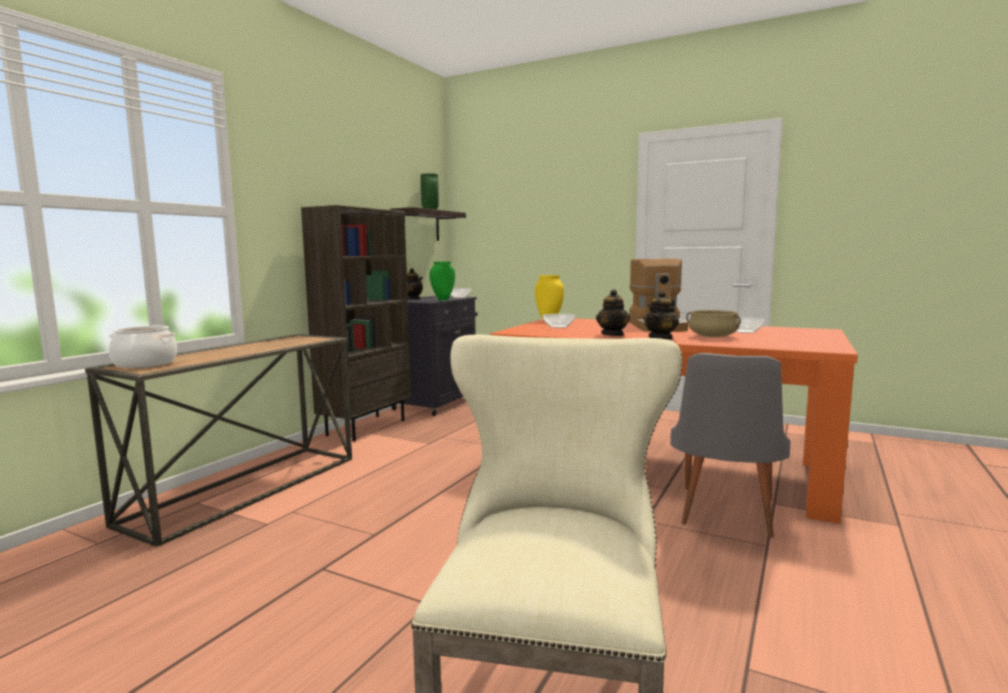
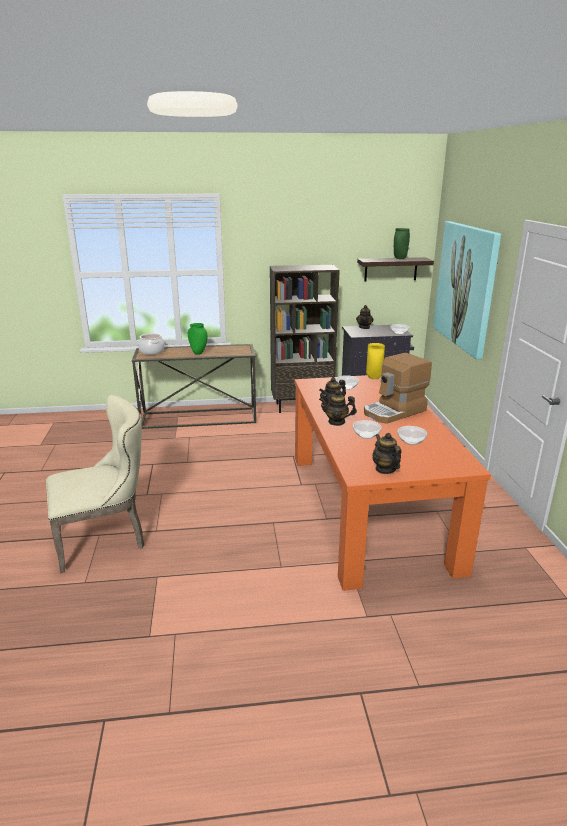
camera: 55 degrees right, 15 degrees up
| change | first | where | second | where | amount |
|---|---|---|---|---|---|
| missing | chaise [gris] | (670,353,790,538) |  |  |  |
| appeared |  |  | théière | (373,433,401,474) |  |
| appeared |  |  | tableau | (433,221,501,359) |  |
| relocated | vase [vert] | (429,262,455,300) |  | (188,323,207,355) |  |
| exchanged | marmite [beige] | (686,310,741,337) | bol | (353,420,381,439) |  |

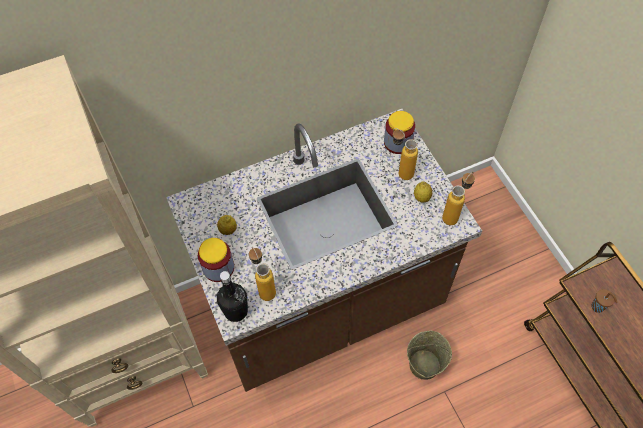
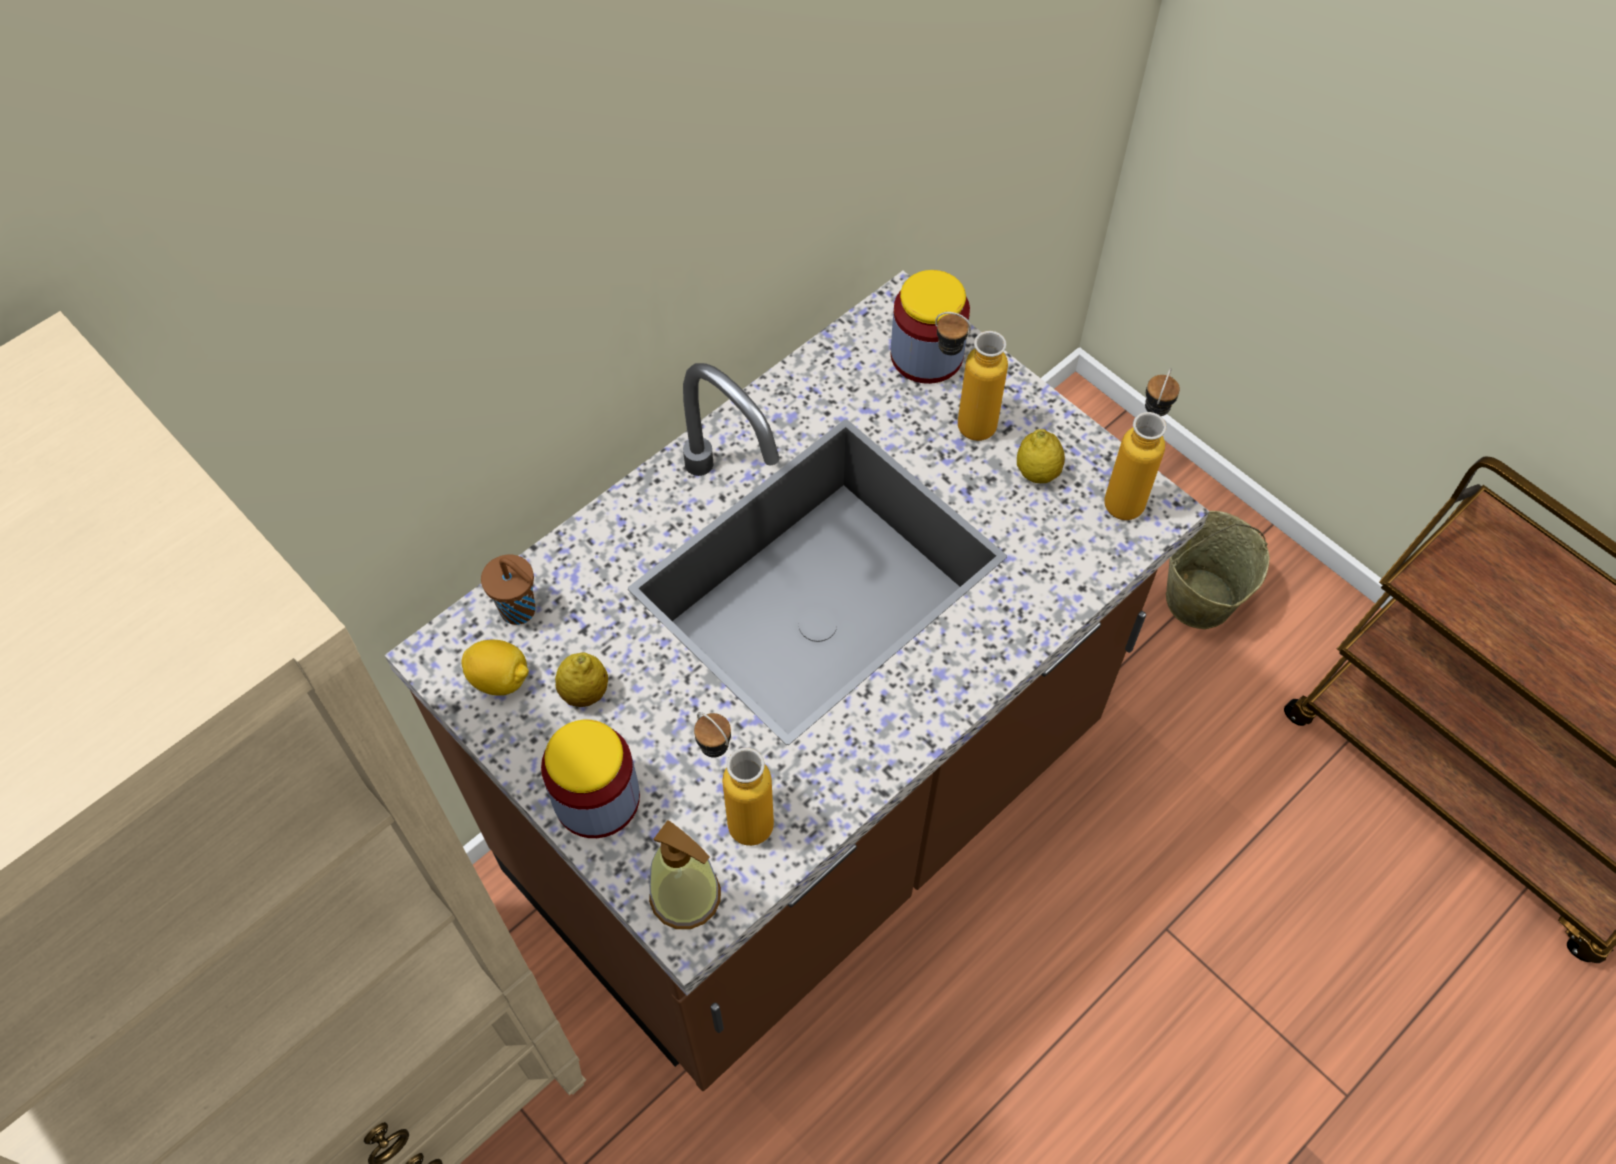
camera: 20 degrees left, 0 degrees up
| change | first | where | second | where | amount |
|---|---|---|---|---|---|
| appeared |  |  | citron | (461,640,529,695) |  |
| relocated | seau [beige] | (407,331,452,380) |  | (1166,511,1270,629) |  |
| relocated | tasse [marron] | (591,289,618,313) |  | (481,555,535,625) |  |
| exchanged | bouteille [noir] | (217,271,248,322) | distributeur de savon | (649,820,721,929) |  |

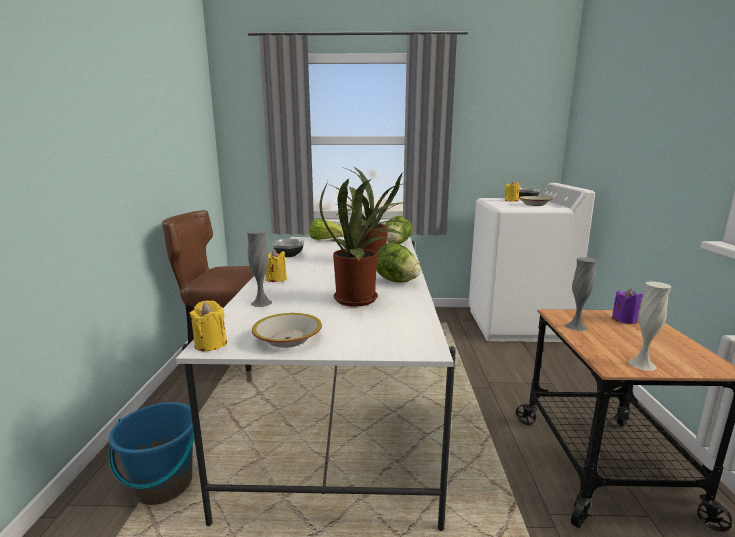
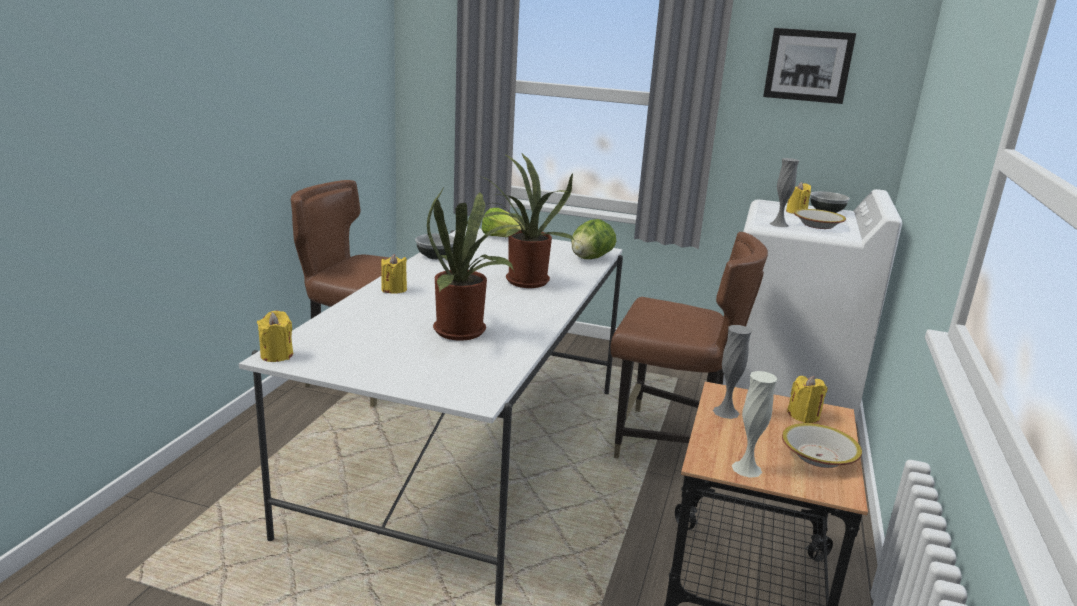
camera: 15 degrees right, 5 degrees up
| change | first | where | second | where | amount |
|---|---|---|---|---|---|
| missing | seau [bleu] | (109,402,194,505) |  |  |  |
| missing | laitue | (376,243,421,283) |  |  |  |
| appeared |  |  | chaise [marron] | (611,232,768,459) |  |
| appeared |  |  | tableau | (763,28,856,104) |  |
| relocated | vase [gris] | (247,230,272,307) |  | (770,158,799,227) |  |
| relocated | bol | (252,313,322,348) |  | (782,423,862,468) |  |
| colour | bougie [violet] | (612,288,643,324) | bougie [jaune] | (787,376,828,423) |  |

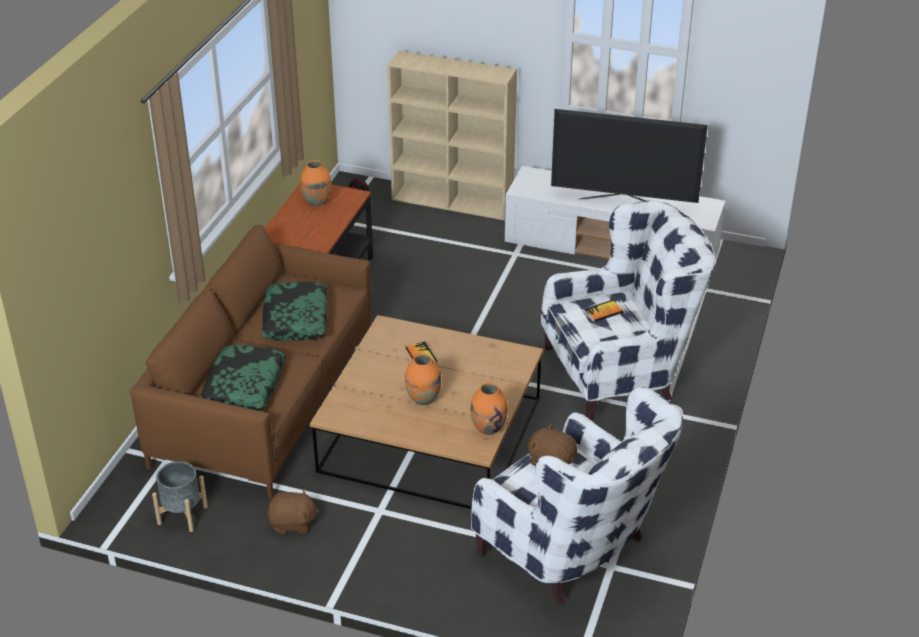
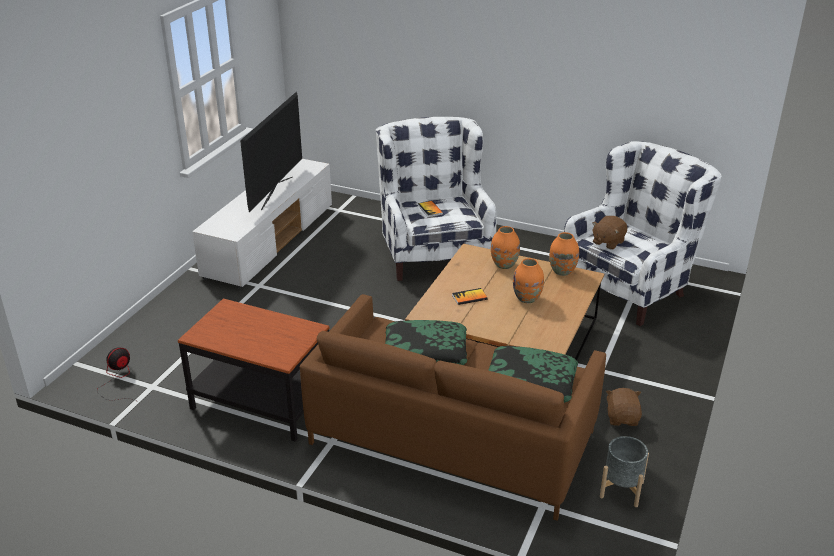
camera: 85 degrees left, 5 degrees down
| change | first | where | second | where | amount |
|---|---|---|---|---|---|
| missing | bibliothèque [beige] | (387,51,517,220) |  |  |  |
| relocated | vase [orange] | (300,160,332,206) |  | (491,226,520,269) |  |

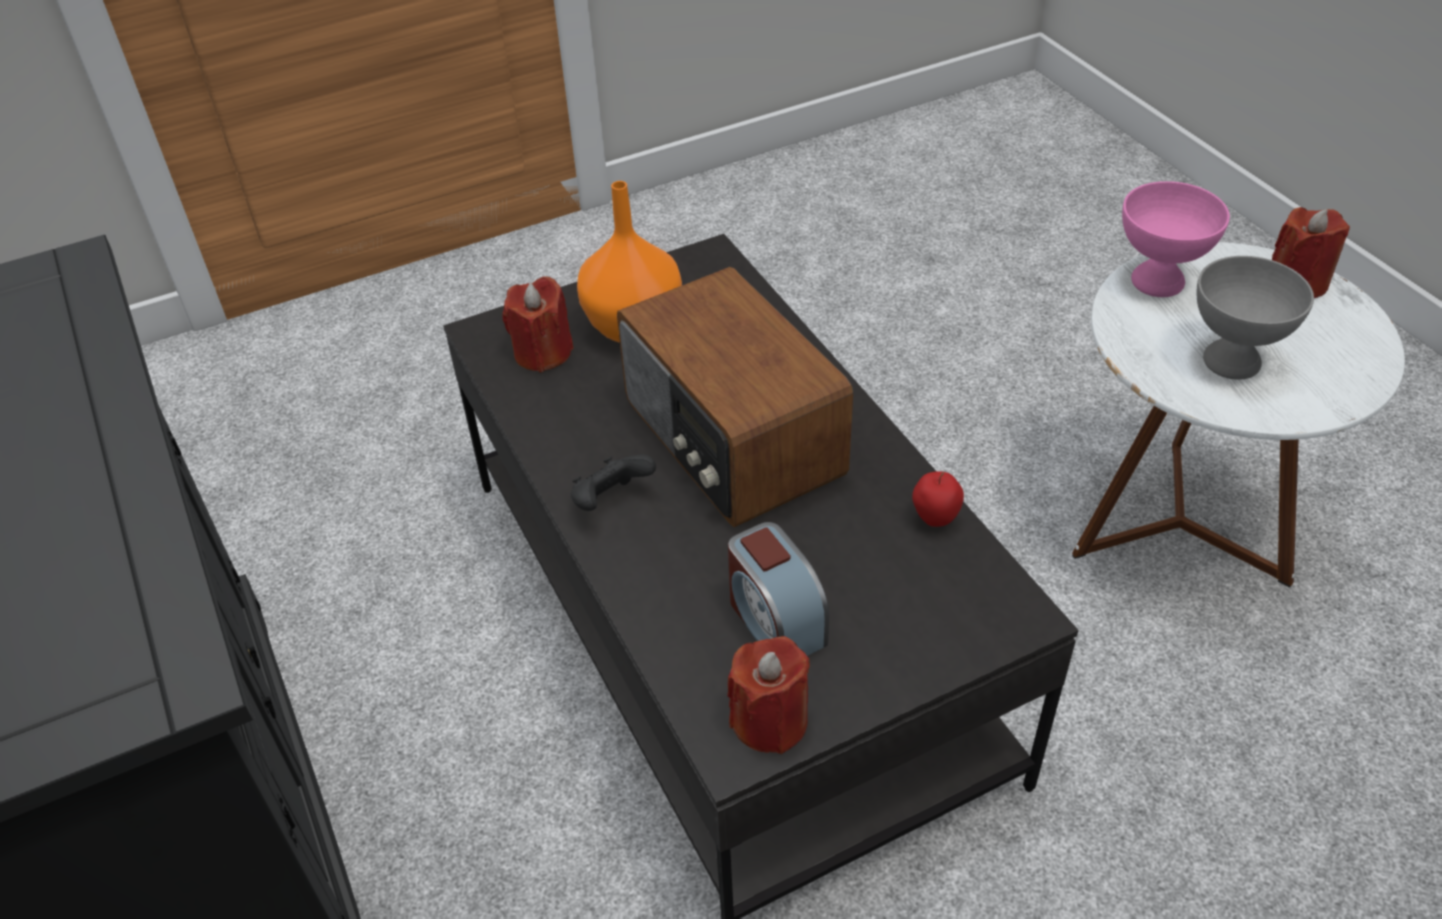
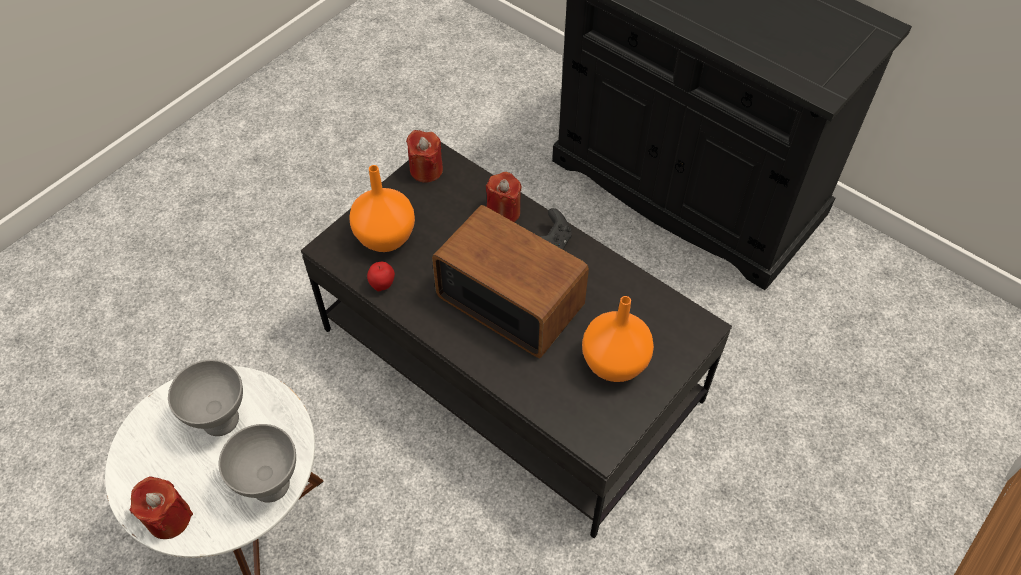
camera: 155 degrees right, 10 degrees up
| change | first | where | second | where | amount |
|---|---|---|---|---|---|
| missing | réveil | (728,522,829,656) |  |  |  |
| appeared |  |  | vase [orange] | (349,165,415,252) |  |
| relocated | bougie [rouge] | (502,276,574,373) |  | (486,172,521,222) |  |
| colour | bol [rose] | (1122,181,1230,297) | bol [gris] | (219,424,296,503) |  |

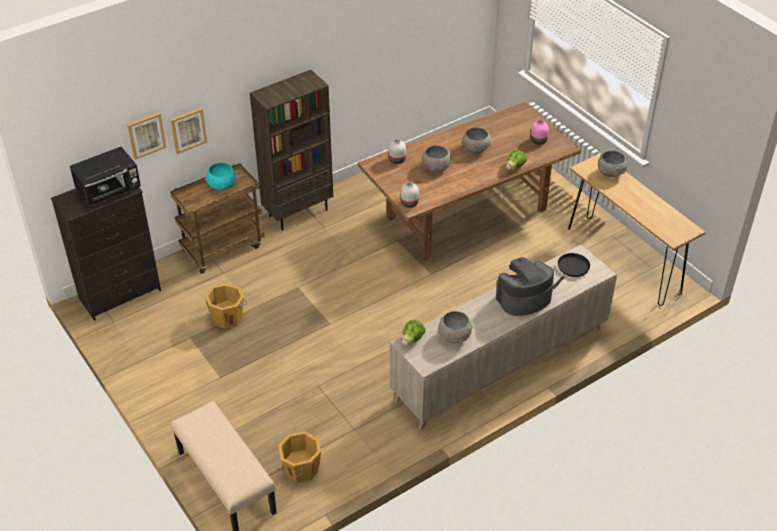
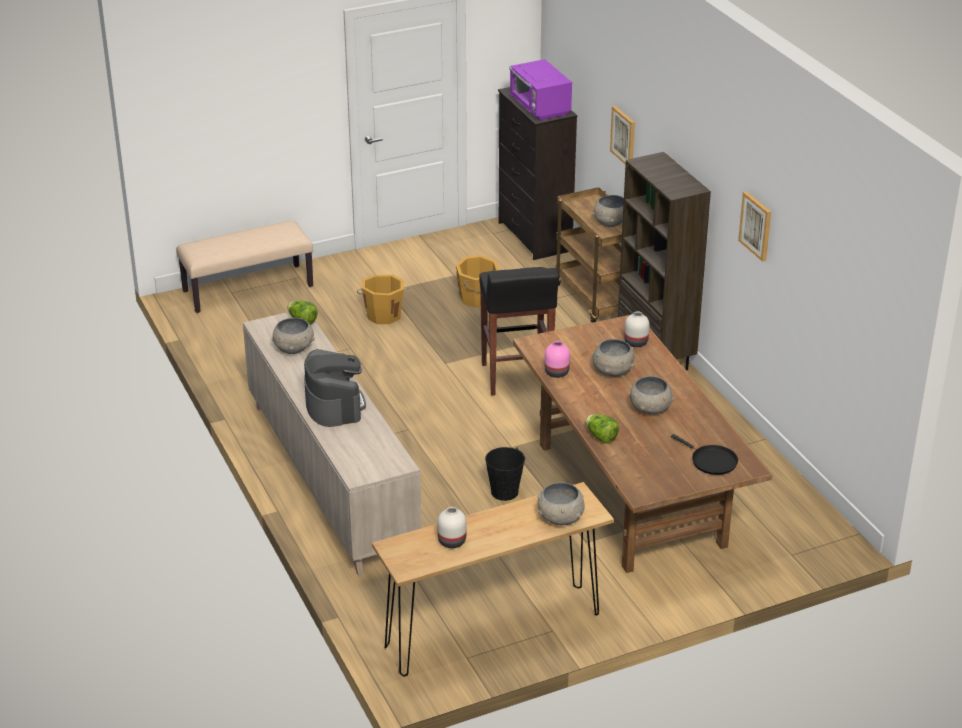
camera: 100 degrees right, 10 degrees down
| change | first | where | second | where | amount |
|---|---|---|---|---|---|
| appeared |  |  | tabouret [noir] | (479,267,559,396) |  |
| appeared |  |  | seau [noir] | (485,447,525,501) |  |
| relocated | tableau | (127,113,166,160) |  | (738,191,771,262) |  |
| relocated | seau [orange] | (278,431,321,483) |  | (357,275,409,324) |  |
| relocated | vase [blanc] | (401,182,419,208) |  | (437,507,466,548) |  |
| relocated | vase [rose] | (531,120,549,145) |  | (545,341,570,378) |  |
| relocated | poêle [noir] | (553,253,590,289) |  | (671,434,738,475) |  |
| colour | micro-ondes [noir] | (70,147,141,207) | micro-ondes [violet] | (509,59,572,121) |  |
| colour | bol [turquoise] | (205,163,237,190) | bol [gris] | (593,195,624,227) |  |

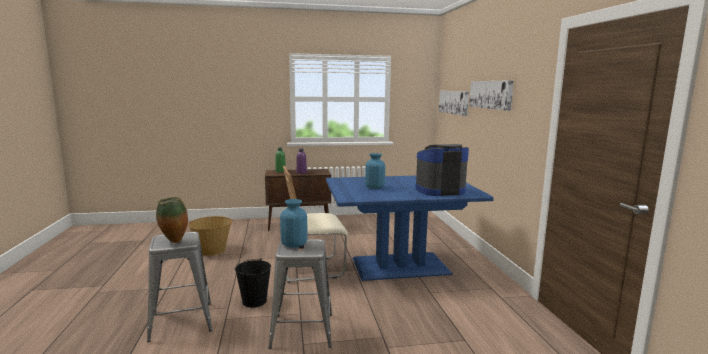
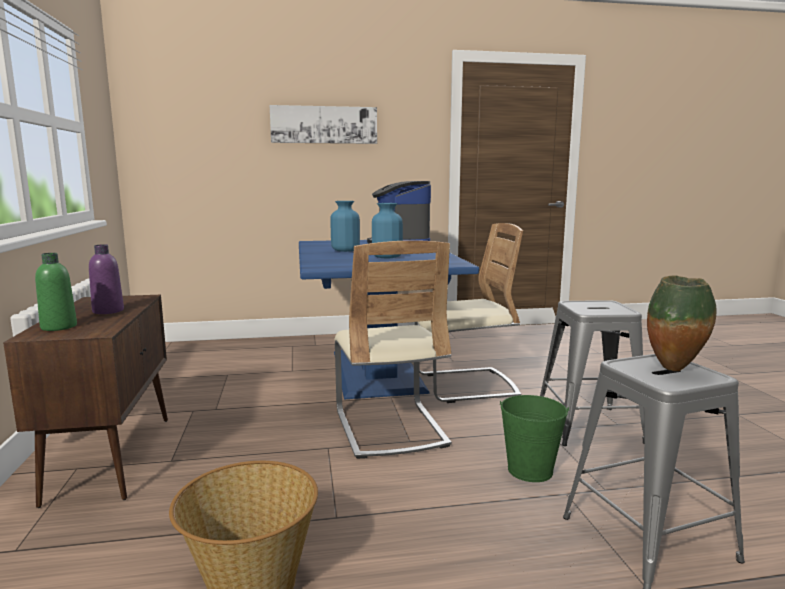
camera: 90 degrees left, 0 degrees up
| change | first | where | second | where | amount |
|---|---|---|---|---|---|
| missing | tableau | (439,91,469,116) |  |  |  |
| appeared |  |  | chaise [beige] | (415,223,523,403) |  |
| relocated | vase [bleu] | (280,199,307,248) |  | (330,201,360,252) |  |
| colour | seau [noir] | (235,259,271,307) | seau [vert] | (500,395,569,482) |  |

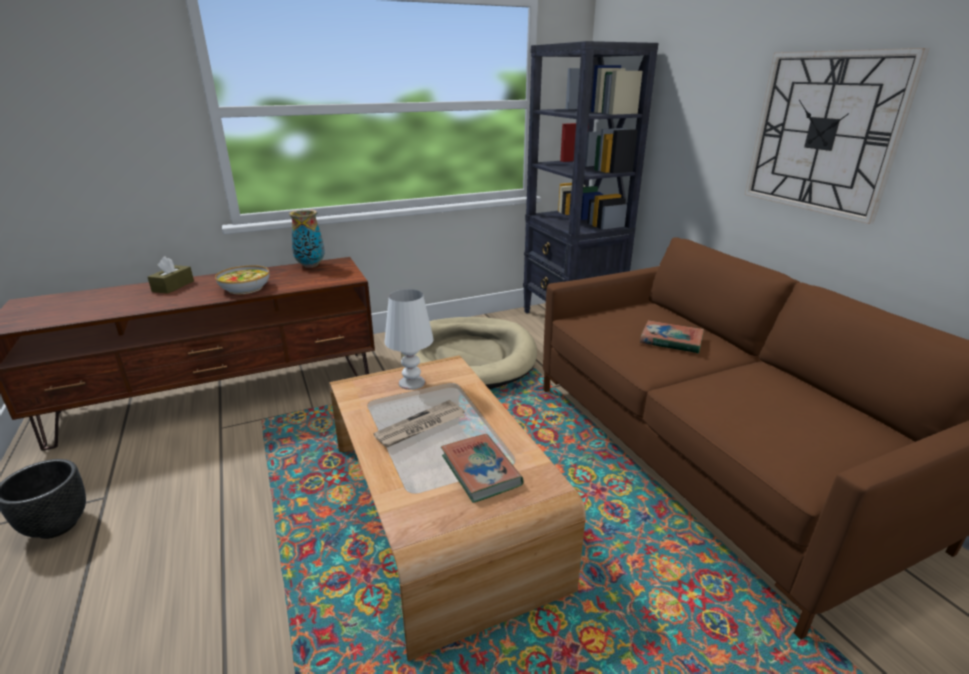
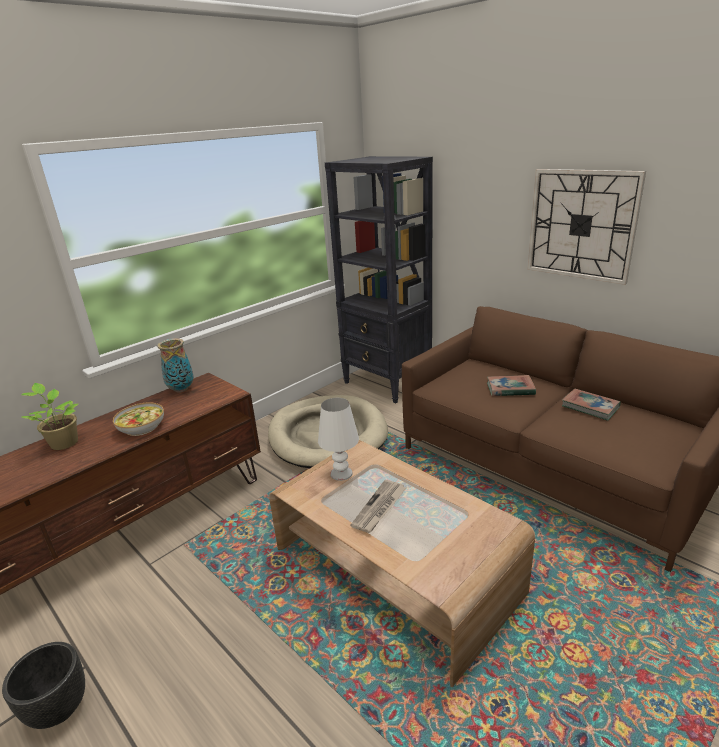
camera: 20 degrees left, 0 degrees up
| change | first | where | second | where | amount |
|---|---|---|---|---|---|
| relocated | livre | (441,434,524,503) |  | (562,389,621,421) |  |
| exchanged | boîte à mouchoirs [marron] | (148,256,194,294) | plante en pot | (21,383,78,450) |  |

